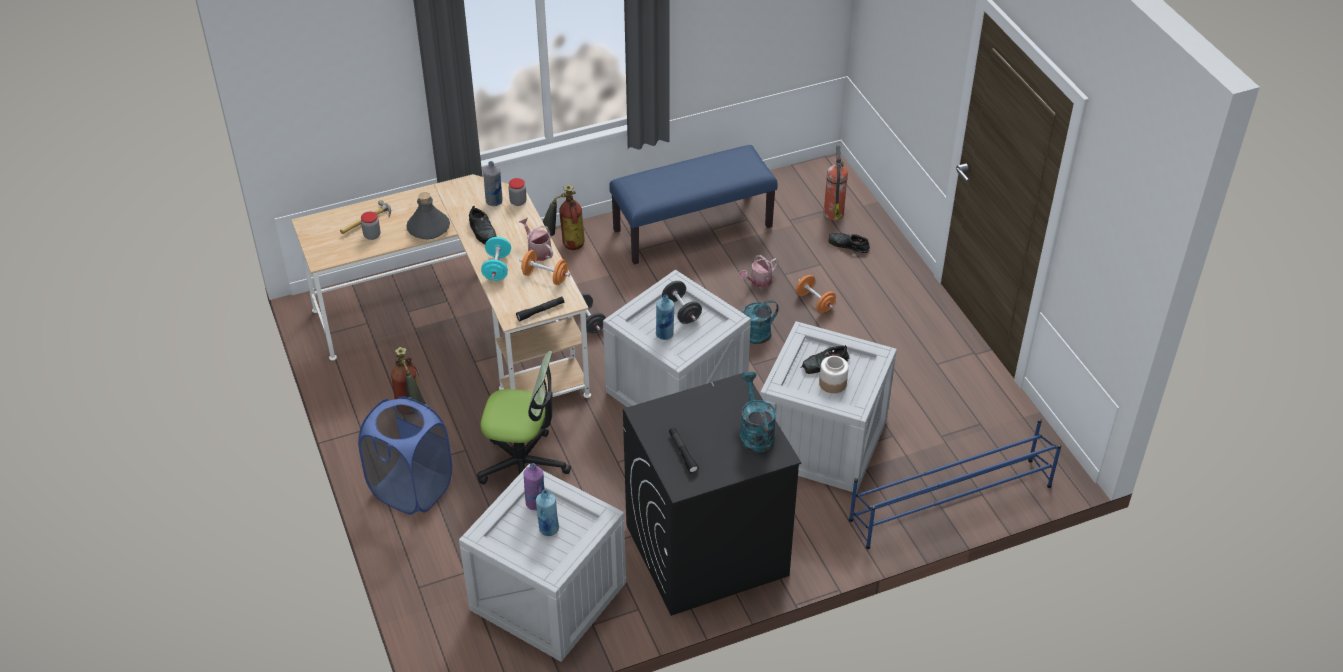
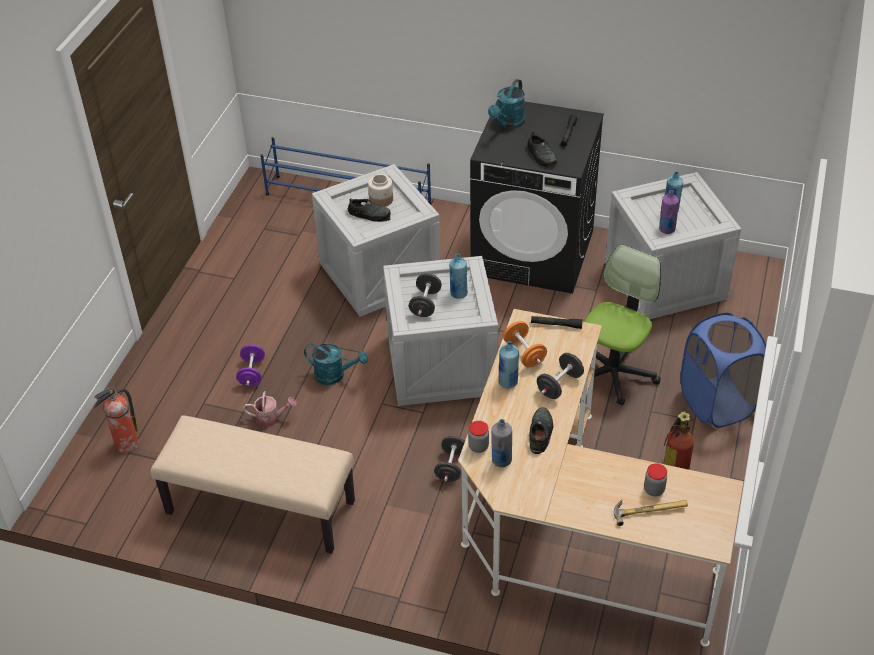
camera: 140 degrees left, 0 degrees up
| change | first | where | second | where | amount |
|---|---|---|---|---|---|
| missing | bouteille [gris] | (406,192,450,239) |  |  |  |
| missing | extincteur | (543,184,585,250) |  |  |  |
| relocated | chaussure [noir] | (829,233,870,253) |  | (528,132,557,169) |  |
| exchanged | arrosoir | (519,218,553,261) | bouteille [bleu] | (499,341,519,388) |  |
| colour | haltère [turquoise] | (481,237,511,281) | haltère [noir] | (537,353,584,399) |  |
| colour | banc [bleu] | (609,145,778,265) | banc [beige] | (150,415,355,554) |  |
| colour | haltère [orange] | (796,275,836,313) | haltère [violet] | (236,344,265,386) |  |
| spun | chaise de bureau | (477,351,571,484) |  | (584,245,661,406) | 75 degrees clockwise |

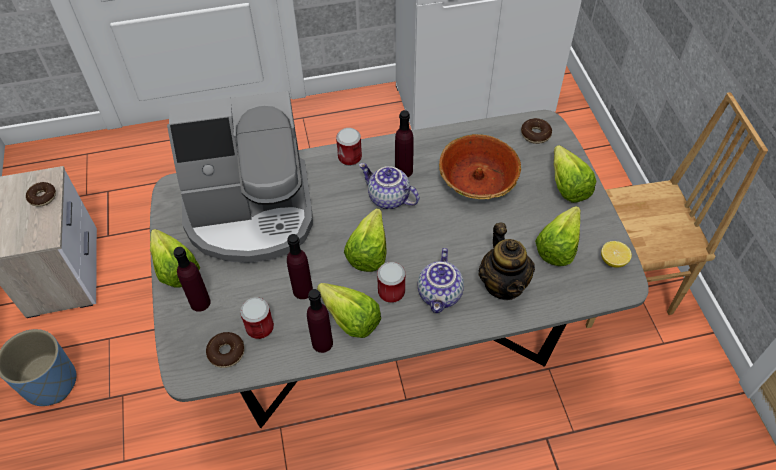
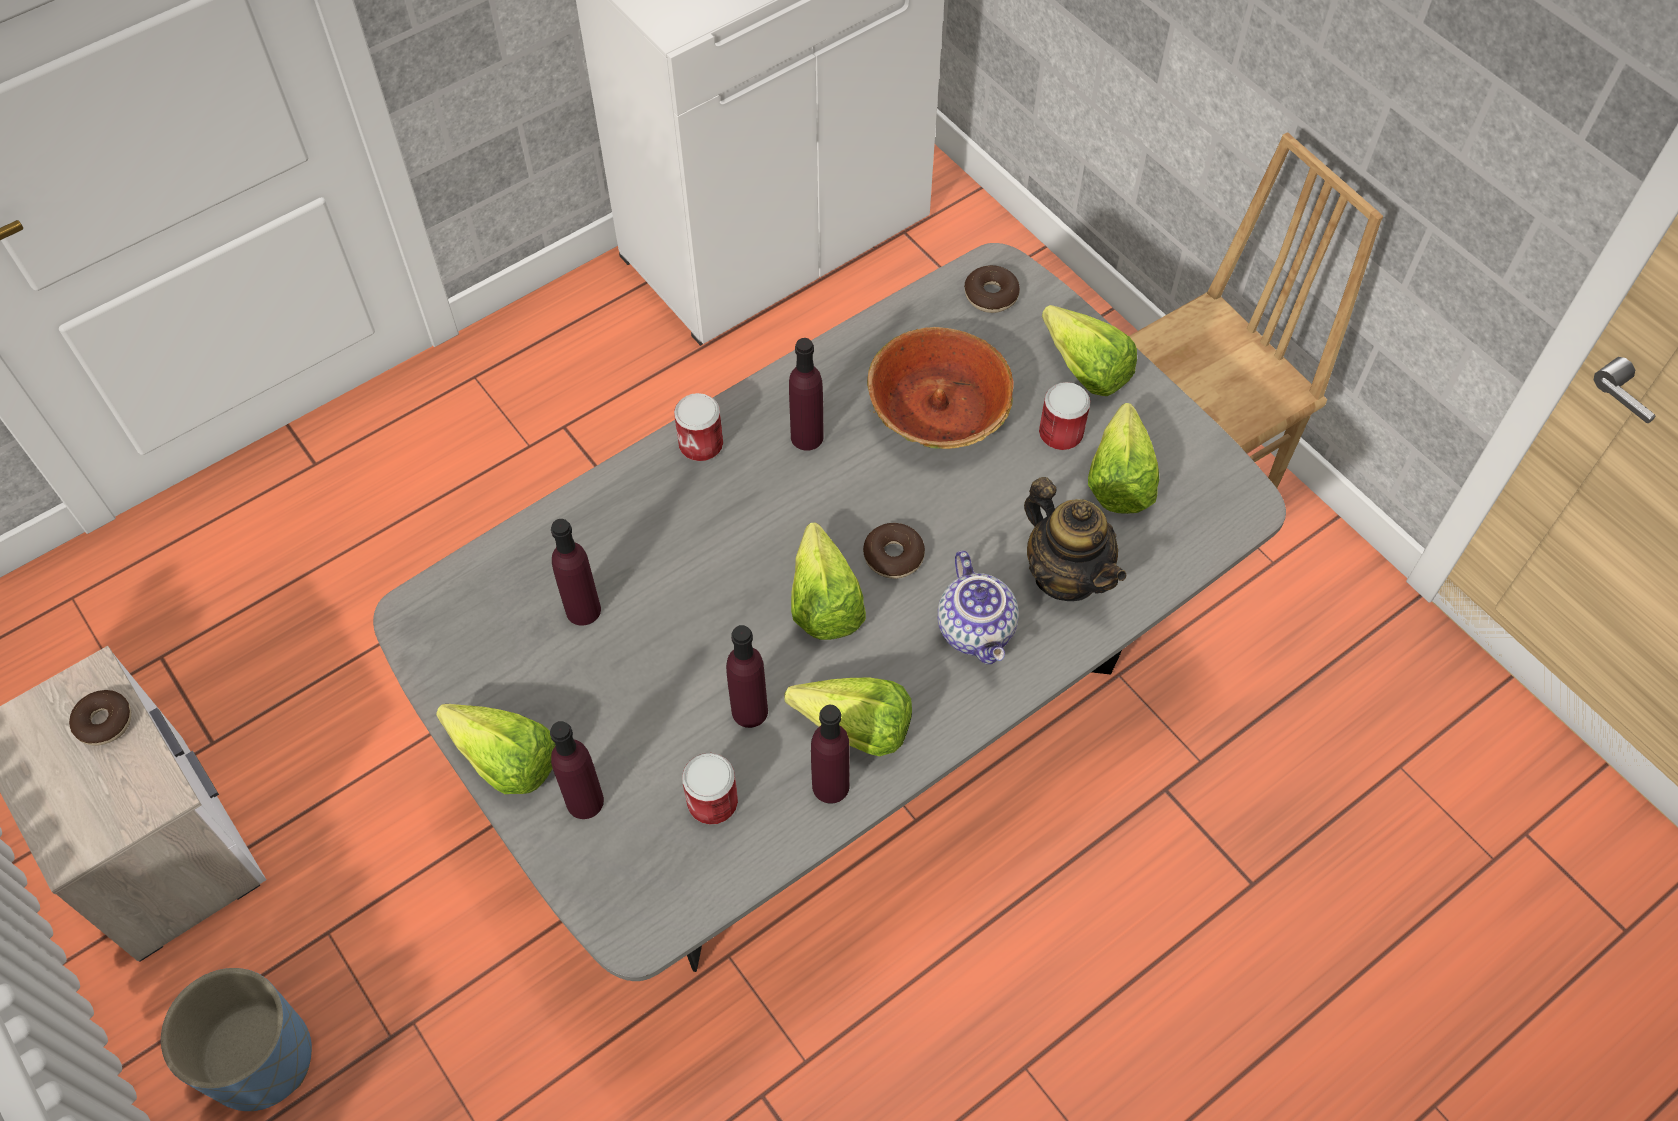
camera: 25 degrees left, 5 degrees up
| change | first | where | second | where | amount |
|---|---|---|---|---|---|
| missing | théière | (359,163,419,209) |  |  |  |
| missing | citron | (601,241,632,268) |  |  |  |
| relocated | beignet | (206,332,245,368) |  | (863,523,925,579) |  |
| relocated | boîte métallique | (377,262,405,303) |  | (1039,382,1090,450) |  |
| exchanged | machine à café | (167,91,313,263) | bouteille [violet] | (551,519,601,626) |  |

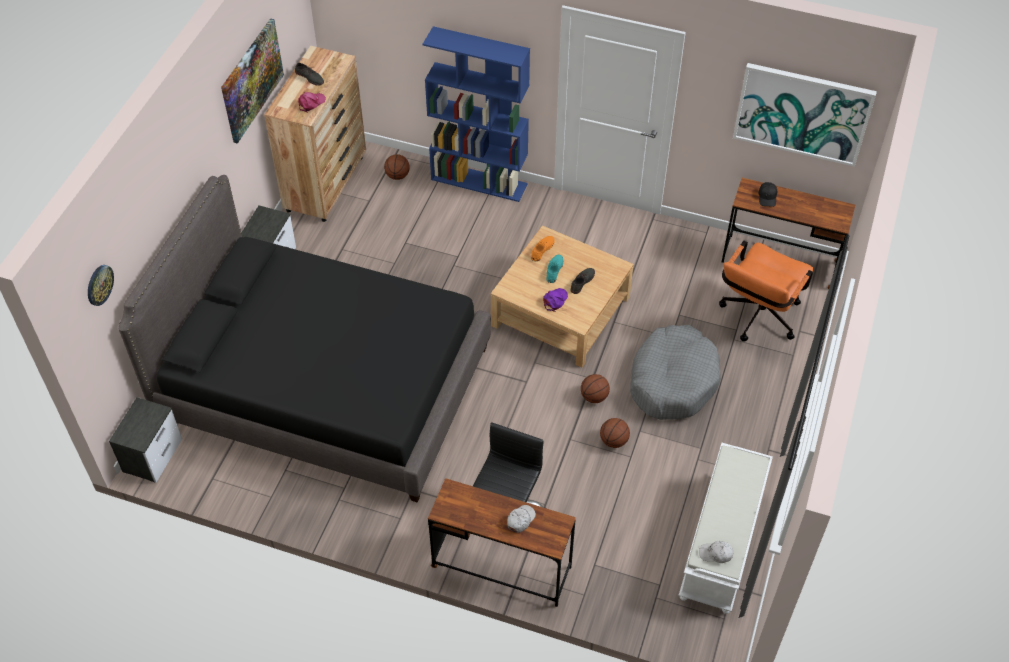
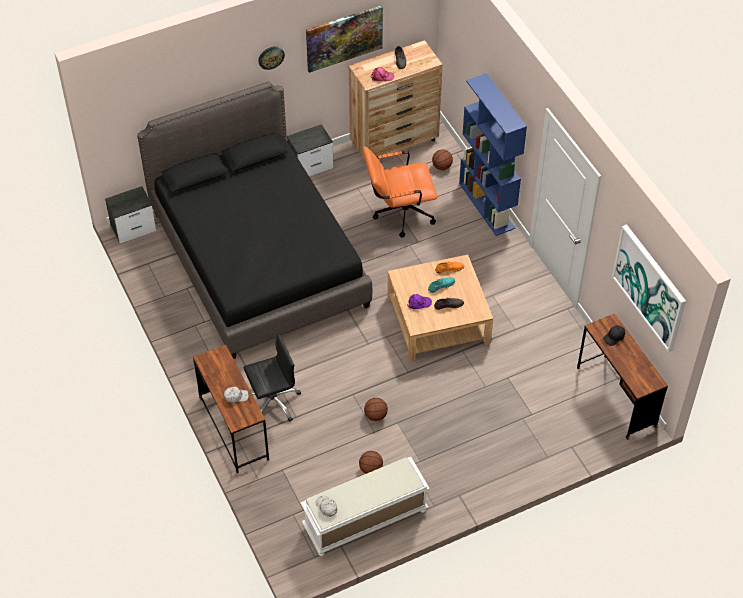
camera: 45 degrees right, 0 degrees up
| change | first | where | second | where | amount |
|---|---|---|---|---|---|
| missing | panier pour chien [gris] | (630,325,721,420) |  |  |  |
| relocated | horloge murale | (88,265,114,306) |  | (258,46,285,70) |  |
| relocated | ballon de basket | (581,374,610,403) |  | (359,451,383,474) |  |
| relocated | chaise de bureau [orange] | (719,241,814,342) |  | (363,146,437,238) |  |

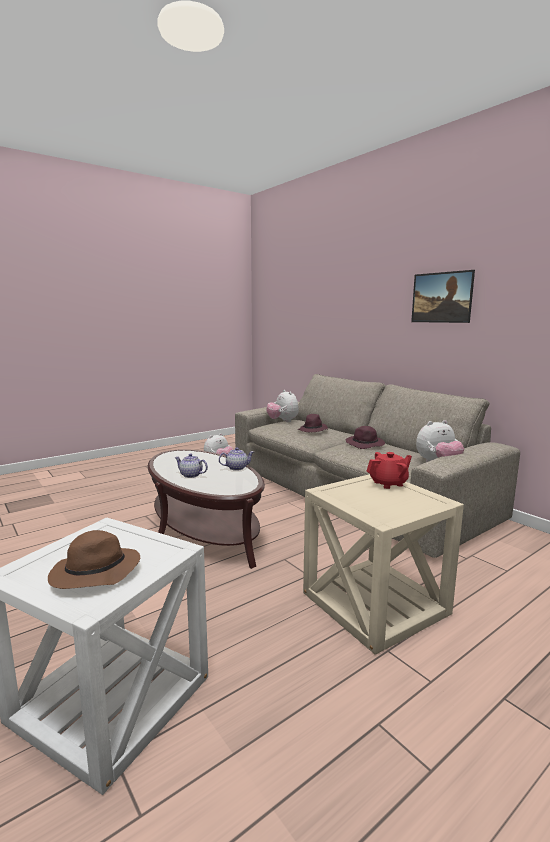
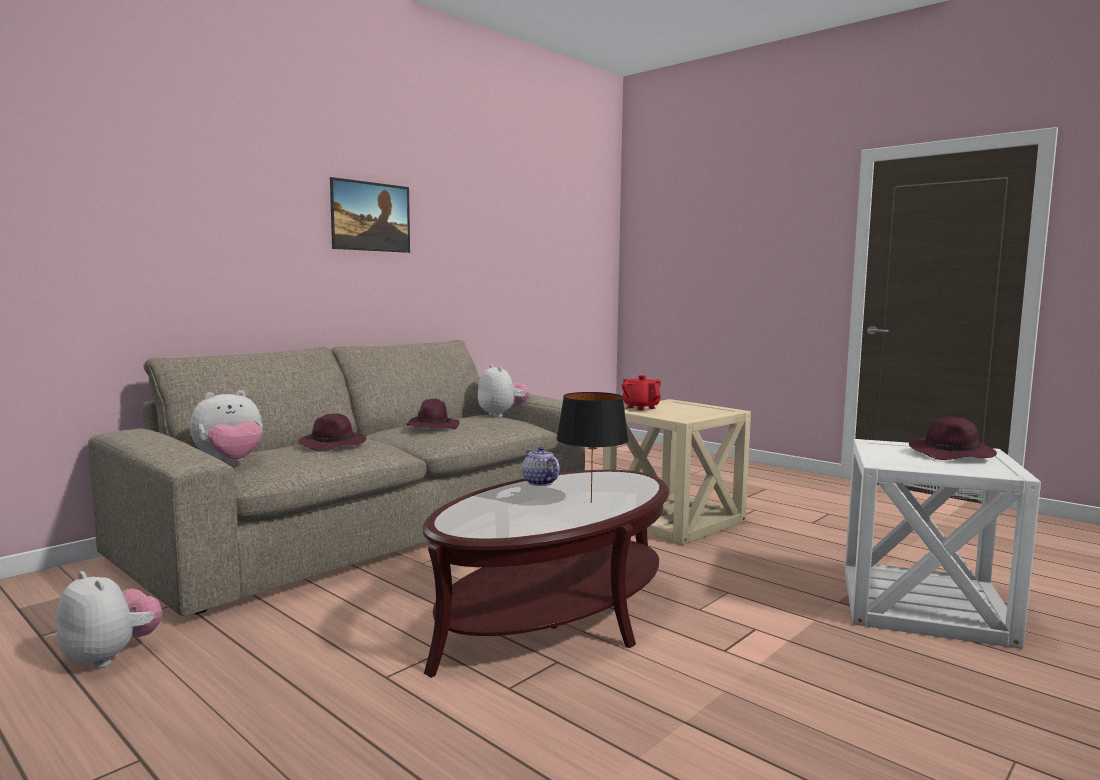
camera: 100 degrees left, 5 degrees down
| change | first | where | second | where | amount |
|---|---|---|---|---|---|
| exchanged | théière | (175,454,208,478) | lampe de table [noir] | (556,392,629,503) |  |
| colour | chapeau [marron] | (48,530,140,589) | chapeau [violet] | (909,417,997,460) |  |

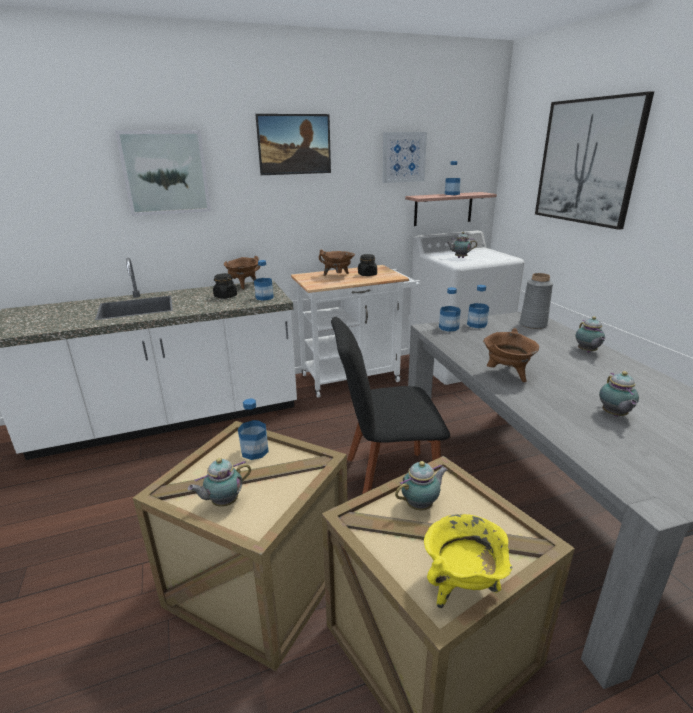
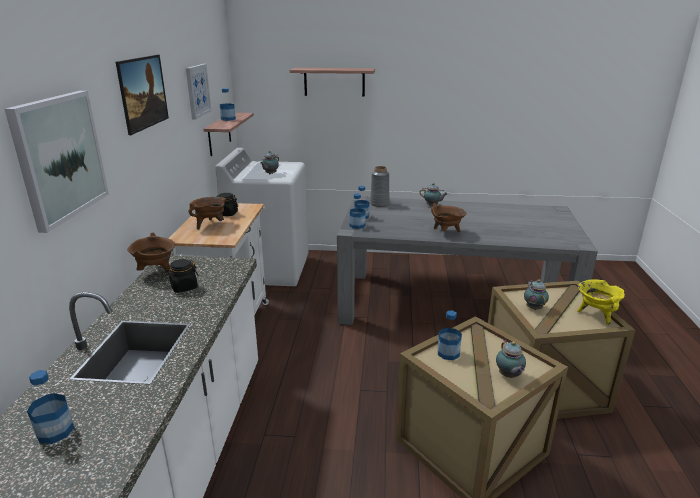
camera: 65 degrees left, 0 degrees up
| change | first | where | second | where | amount |
|---|---|---|---|---|---|
| missing | chaise [noir] | (331,317,450,494) |  |  |  |
| missing | théière | (599,371,639,417) |  |  |  |
| relocated | bouteille | (254,260,274,301) |  | (27,370,74,444) |  |
| exchanged | tableau | (535,91,654,230) | étagère | (290,68,375,96) |  |

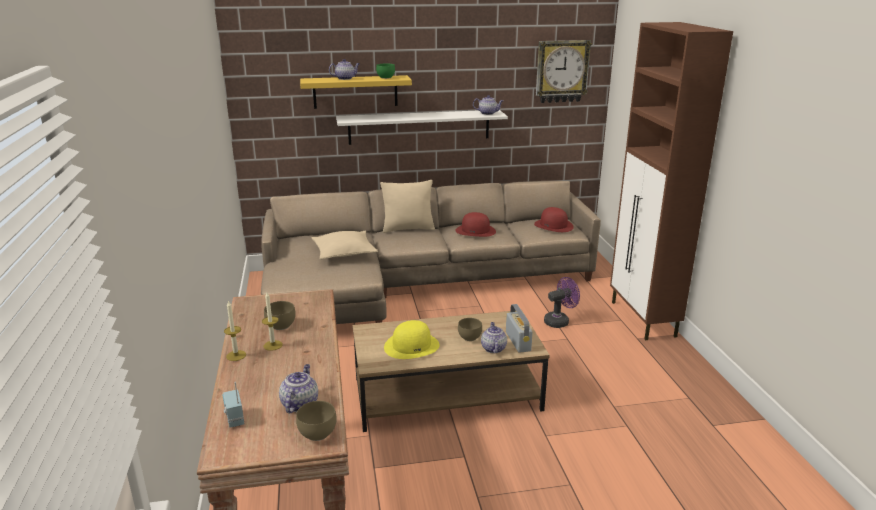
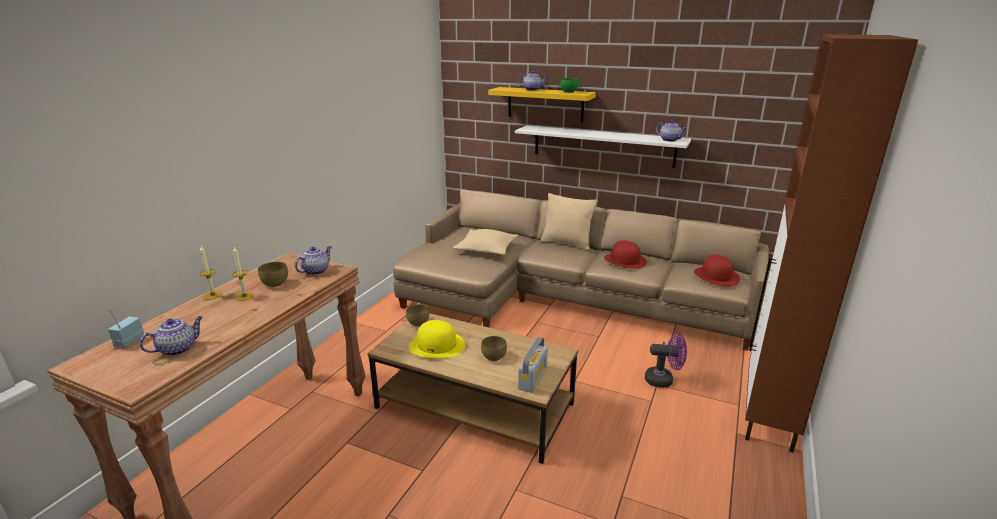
camera: 35 degrees right, 0 degrees up
| change | first | where | second | where | amount |
|---|---|---|---|---|---|
| missing | horloge murale | (536,40,592,103) |  |  |  |
| relocated | bol [marron] | (296,401,337,441) |  | (406,304,430,326) |  |
| relocated | théière | (481,322,507,353) |  | (295,246,331,275) |  |

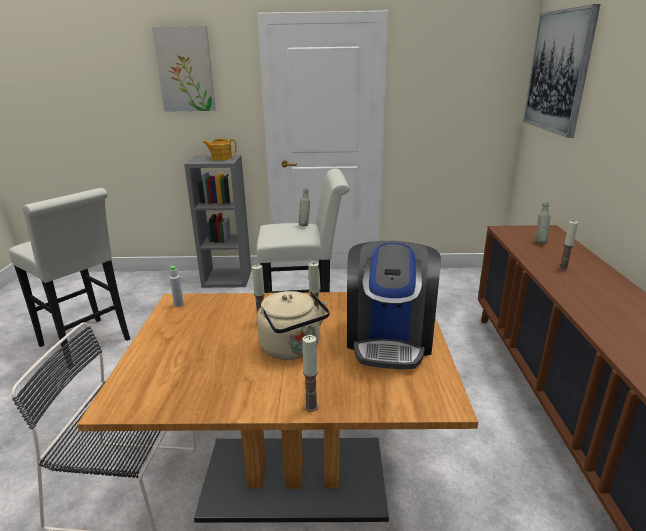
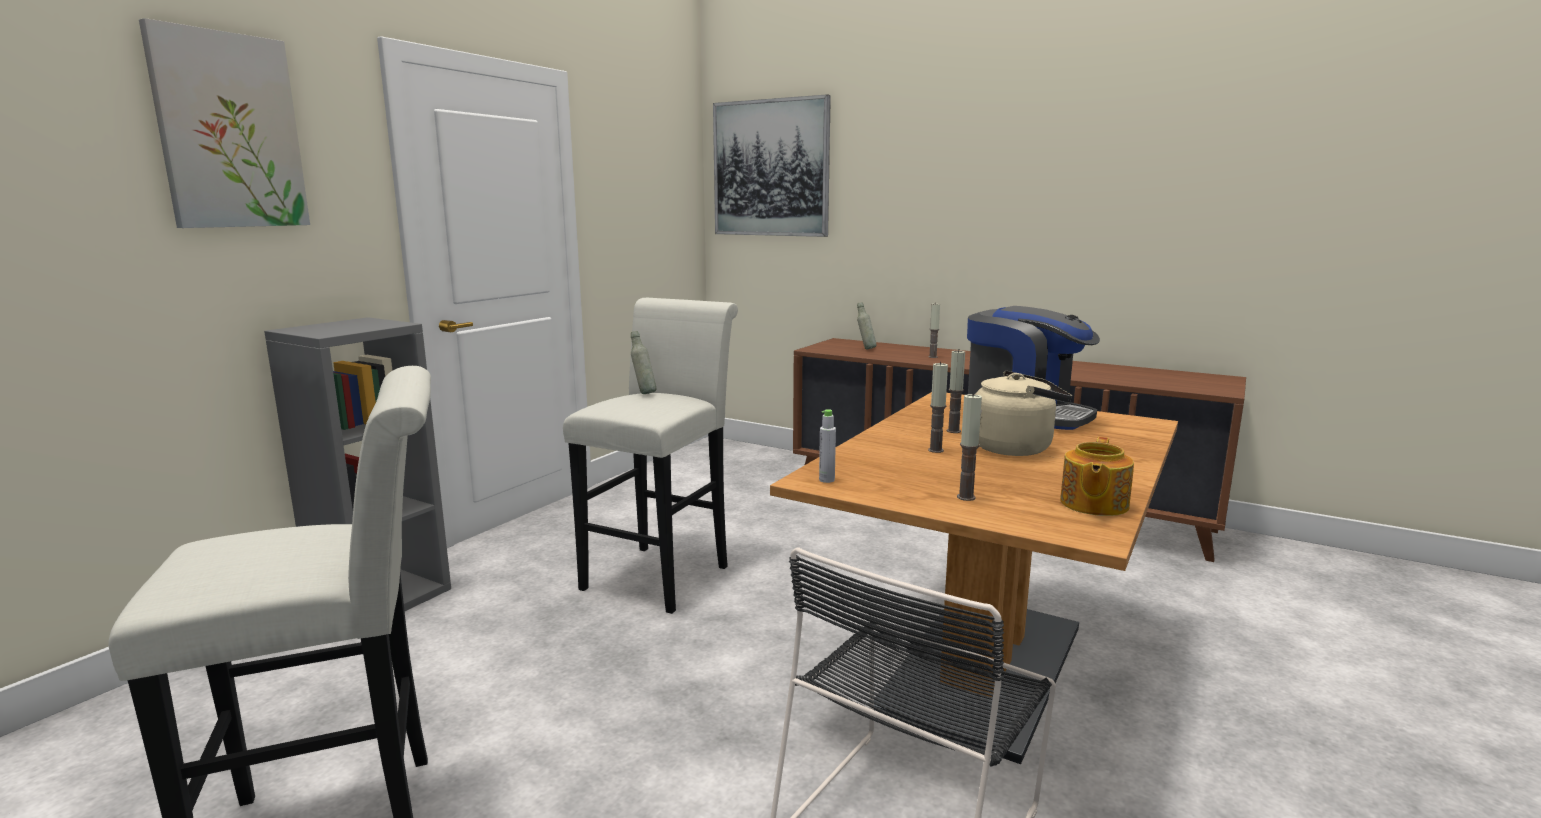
camera: 60 degrees left, 10 degrees down
| change | first | where | second | where | amount |
|---|---|---|---|---|---|
| relocated | théière | (203,139,237,161) |  | (1060,437,1134,516) |  |
| relocated | bougie | (302,335,319,412) |  | (957,393,982,501) |  |

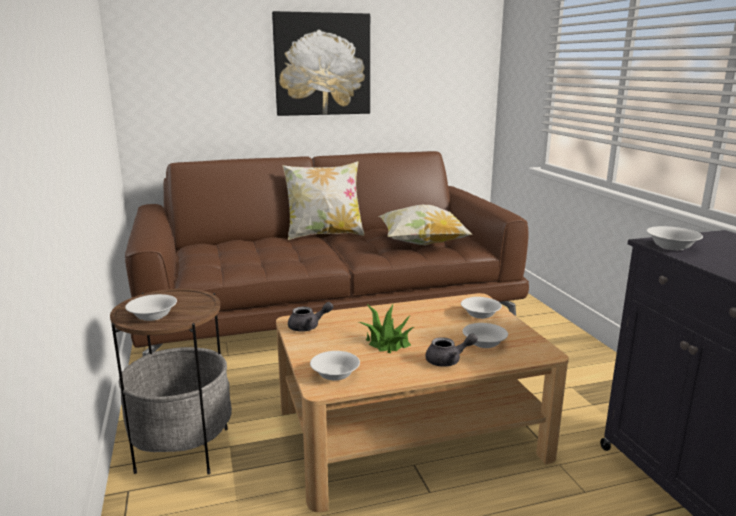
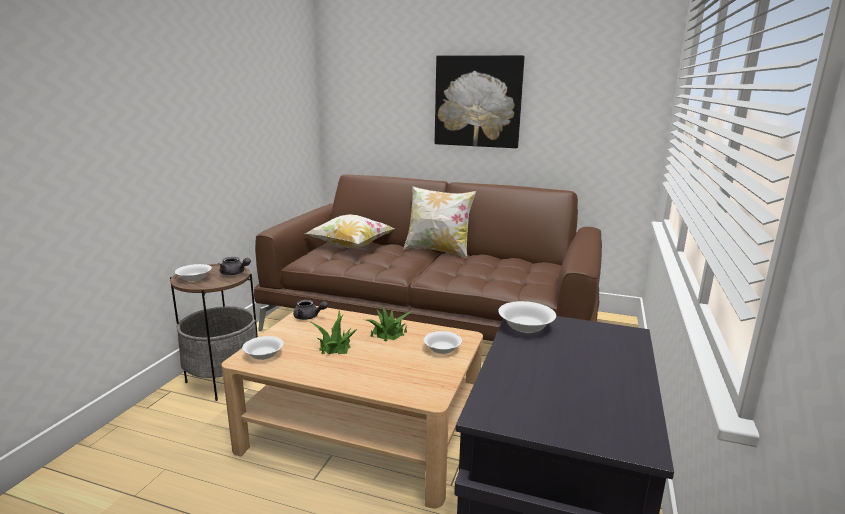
camera: 35 degrees right, 0 degrees up
| change | first | where | second | where | amount |
|---|---|---|---|---|---|
| missing | bol [blanc] | (463,323,508,348) |  |  |  |
| appeared |  |  | plante en pot | (366,304,413,342) |  |
| relocated | coussin | (379,205,472,245) |  | (304,214,394,248) |  |
| relocated | théière [gris] | (425,333,478,367) |  | (220,257,251,275) |  |

